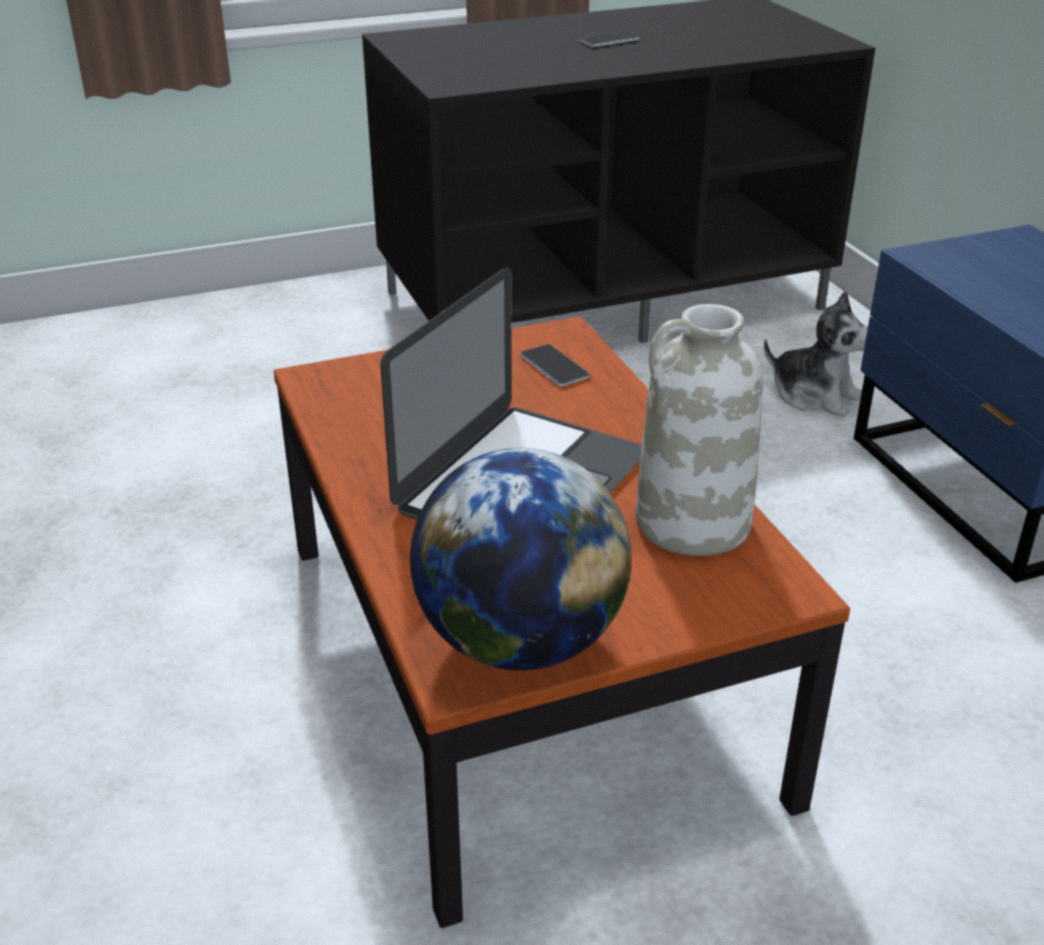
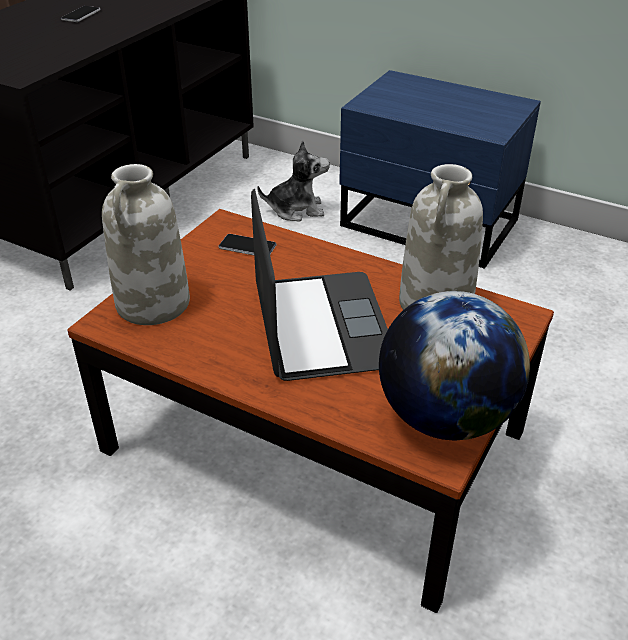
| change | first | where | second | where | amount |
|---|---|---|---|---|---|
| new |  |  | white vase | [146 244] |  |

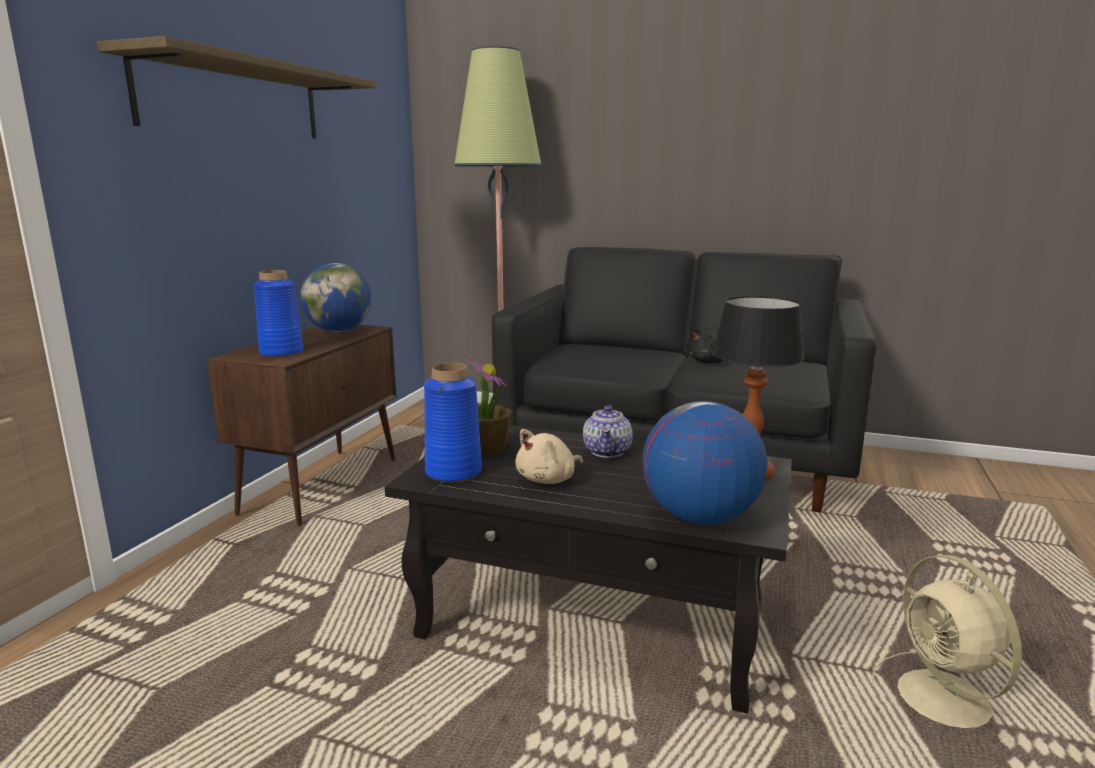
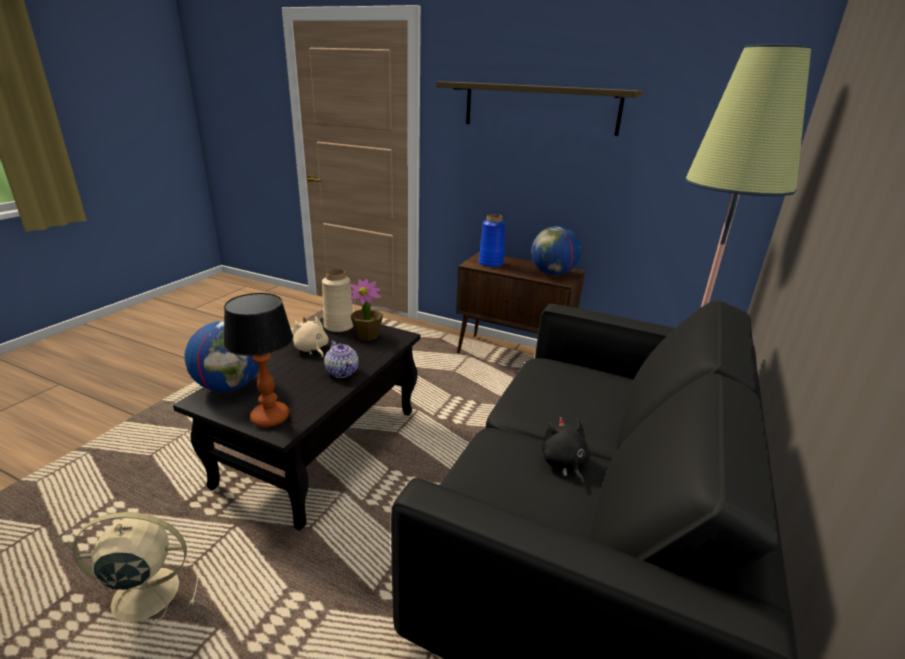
| change | first | where | second | where | amount |
|---|---|---|---|---|---|
| repainted | blue vase | [453 422] | beige vase | [337 300] |  |
| rotated | teapot | [608 431] |  | [341 359] | 135 degrees counterclockwise |

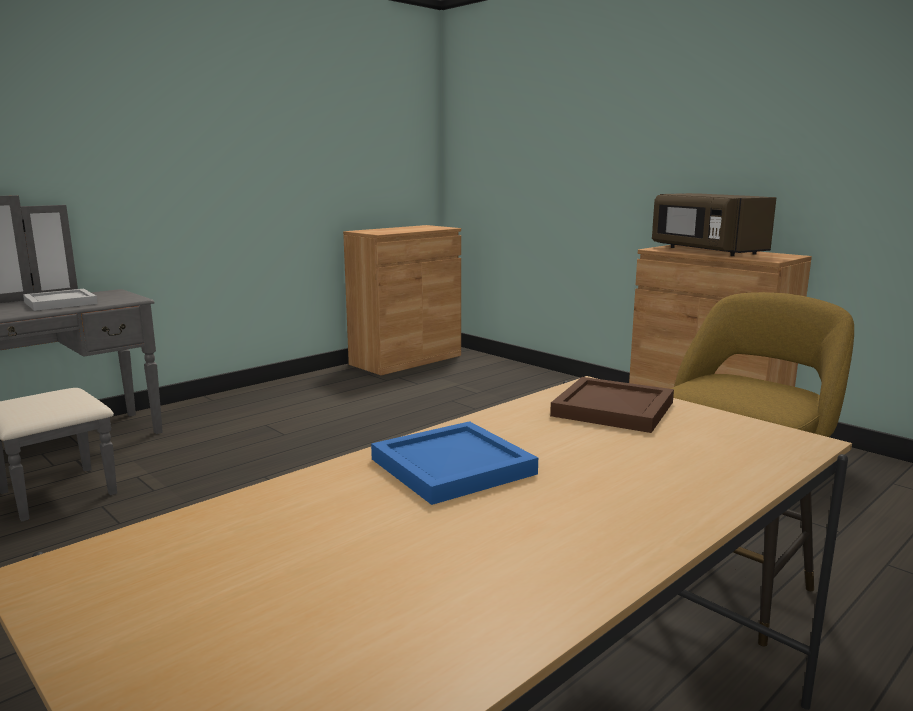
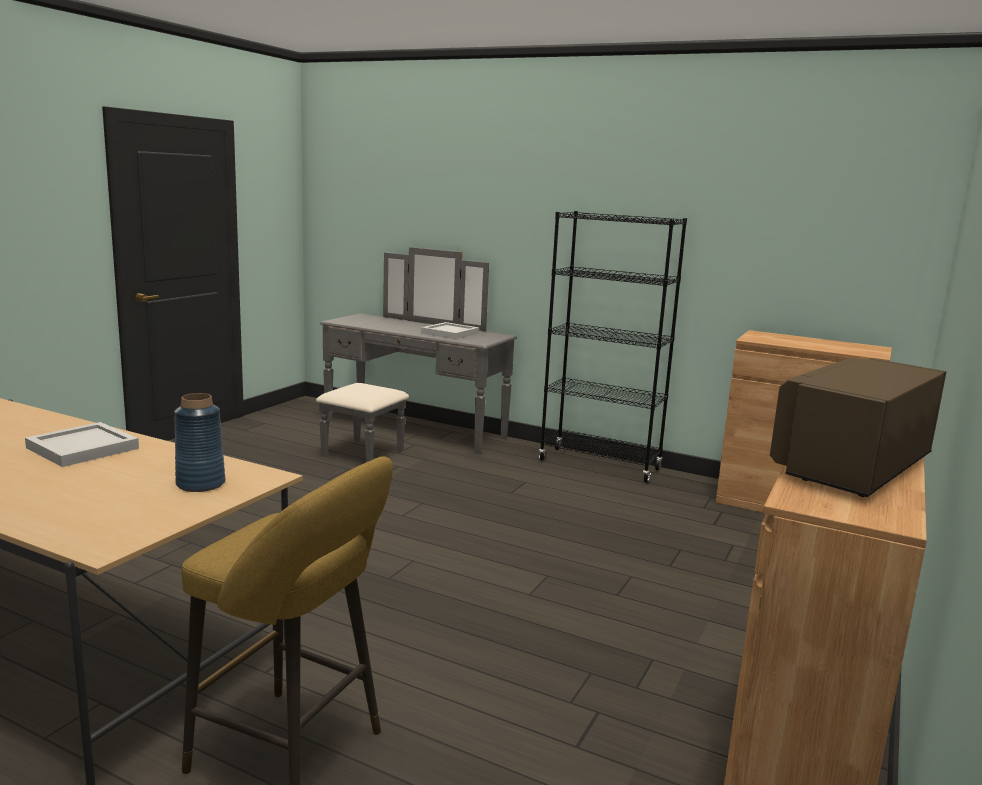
| change | first | where | second | where | amount |
|---|---|---|---|---|---|
| repainted | blue tray | [454 463] | white tray | [82 444] |  |
| swapped | brown tray | [612 405] | blue vase | [199 442] |  |
| new |  |  | black bookcase | [613 347] |  |

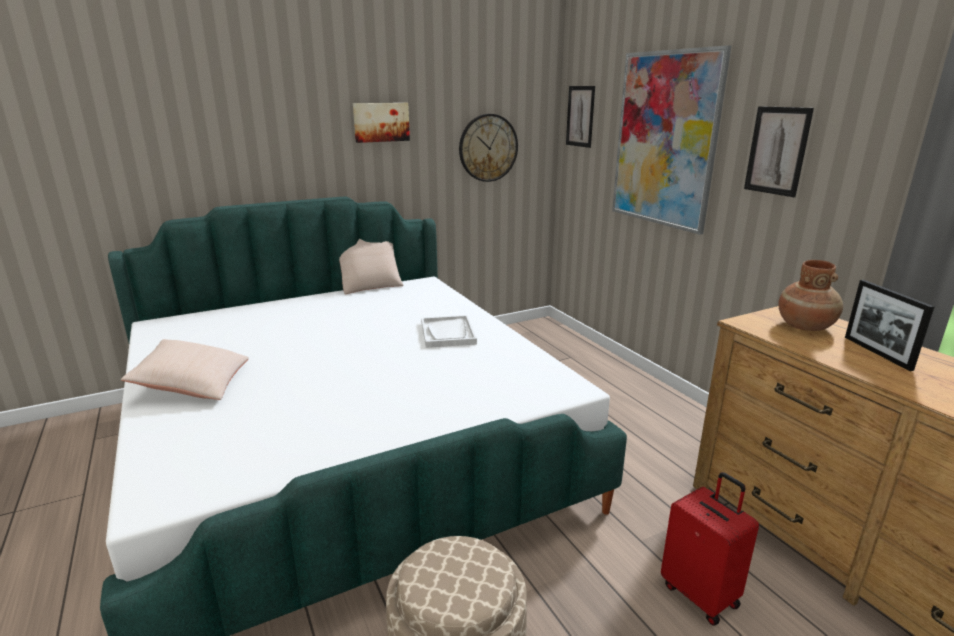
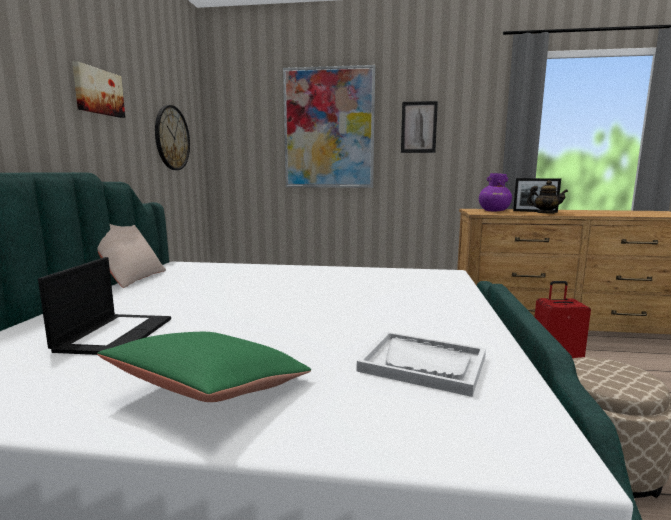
| change | first | where | second | where | amount |
|---|---|---|---|---|---|
| new |  |  | laptop | [104 306] |  |
| repainted | beige pillow | [185 369] | green pillow | [204 367] |  |
| shifted | white tray | [449 331] |  | [421 364] |  |
| repainted | brown vase | [810 295] | purple vase | [495 192] |  |
| new |  |  | teapot | [547 197] |  |
| gone | picture | [580 117] |  |  |  |

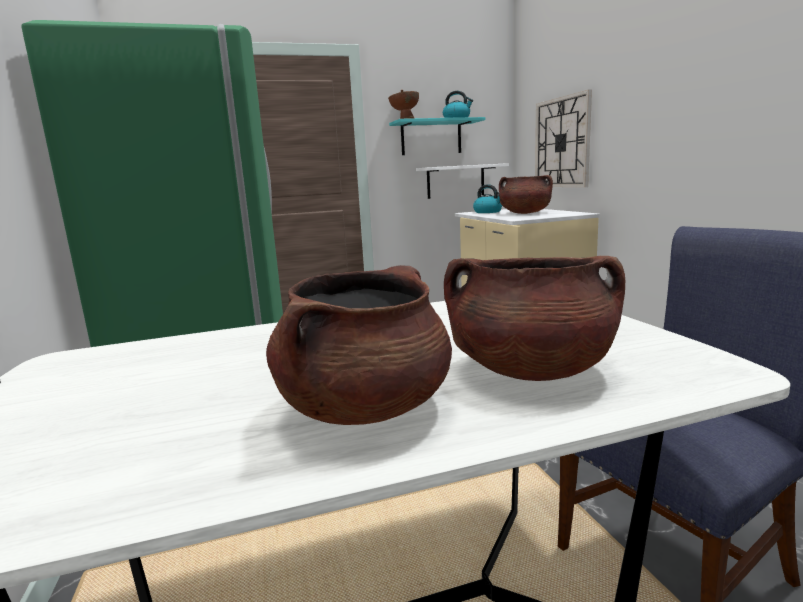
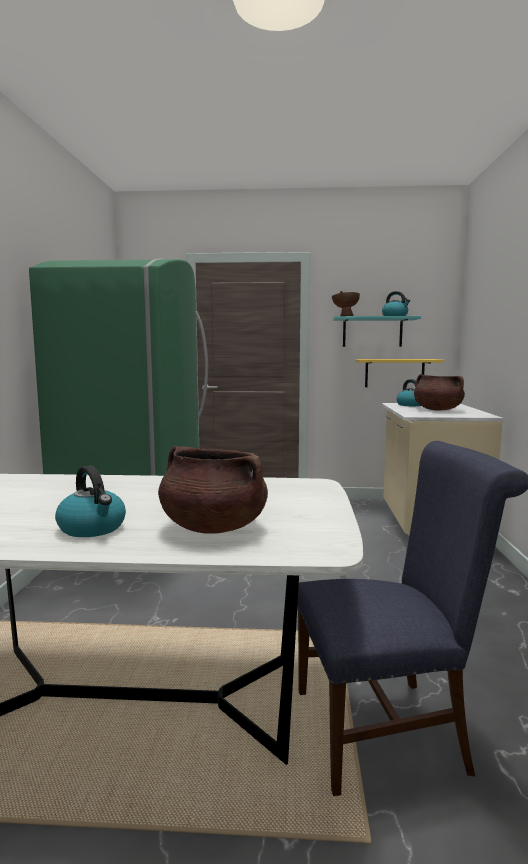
| change | first | where | second | where | amount |
|---|---|---|---|---|---|
| swapped | brown cooking pot | [359 345] | kettle | [90 501] |  |
| repainted | white shelf | [462 181] | yellow shelf | [399 373] |  |
| gone | wall clock | [563 138] |  |  |  |

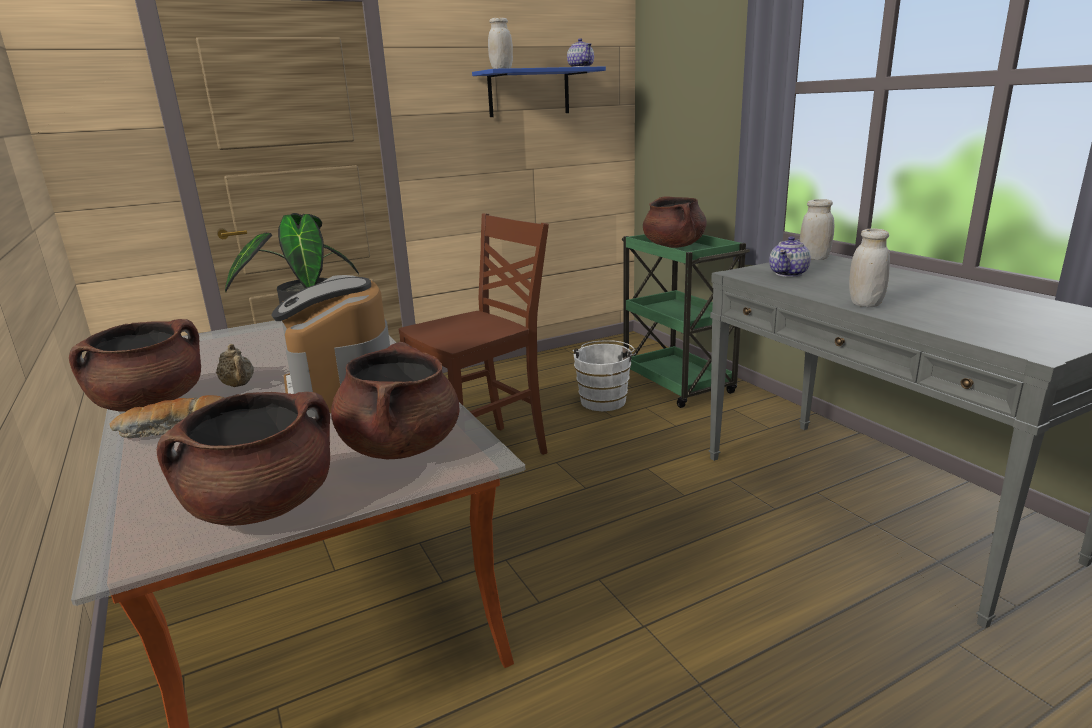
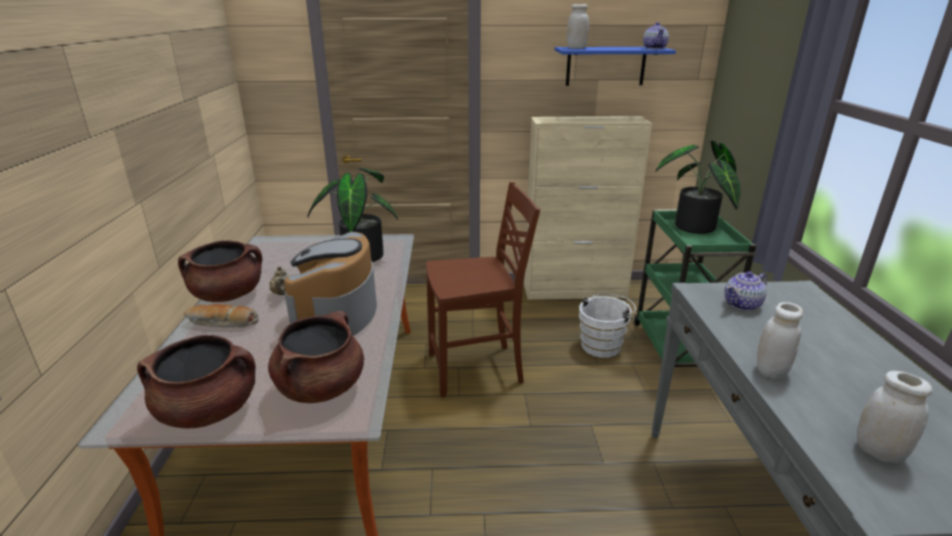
| change | first | where | second | where | amount |
|---|---|---|---|---|---|
| new |  |  | beige cabinet | [588 208] |  |
| swapped | brown cooking pot | [675 222] | potted plant | [698 187] |  |
| shifted | white jar | [817 229] |  | [895 417] |  |

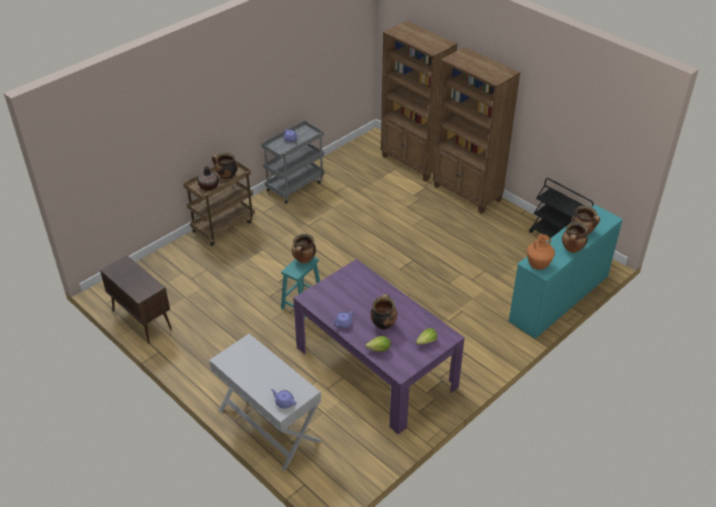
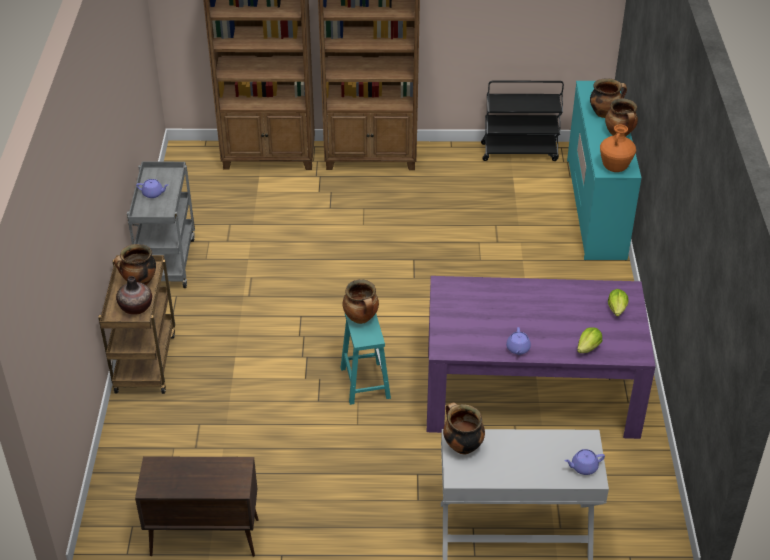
| change | first | where | second | where | amount |
|---|---|---|---|---|---|
| shifted | cooking pot | [383 312] |  | [464 428] |  |

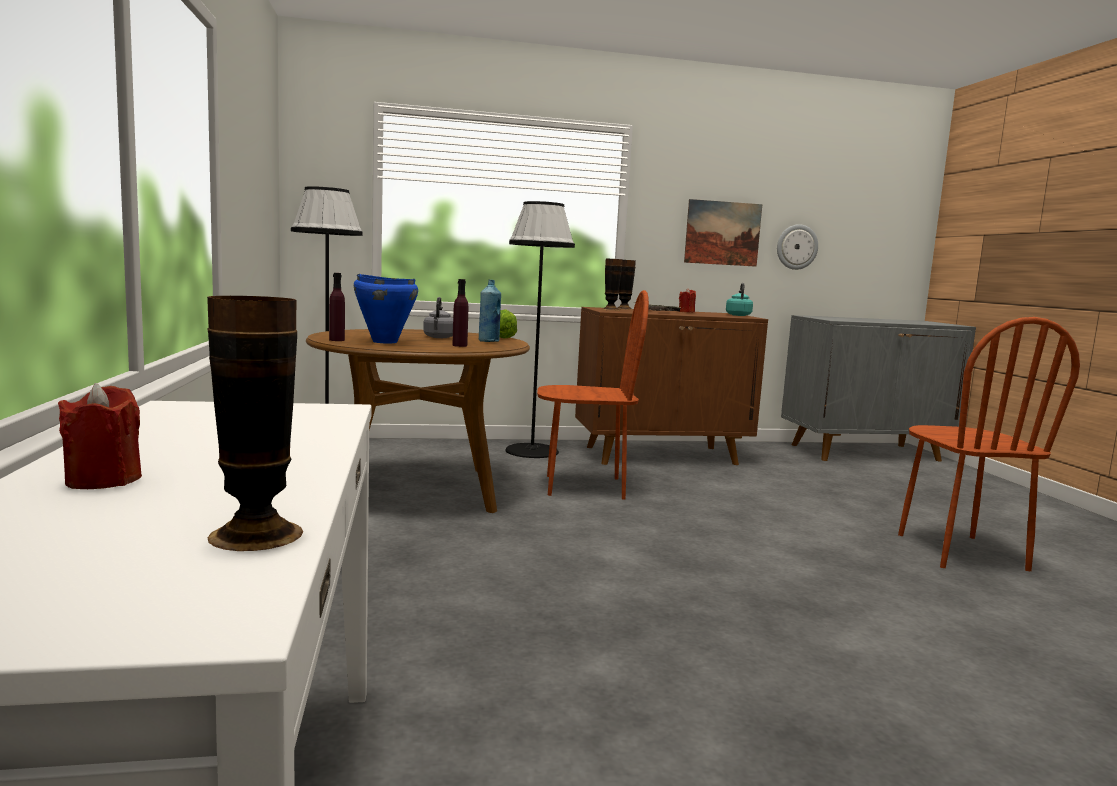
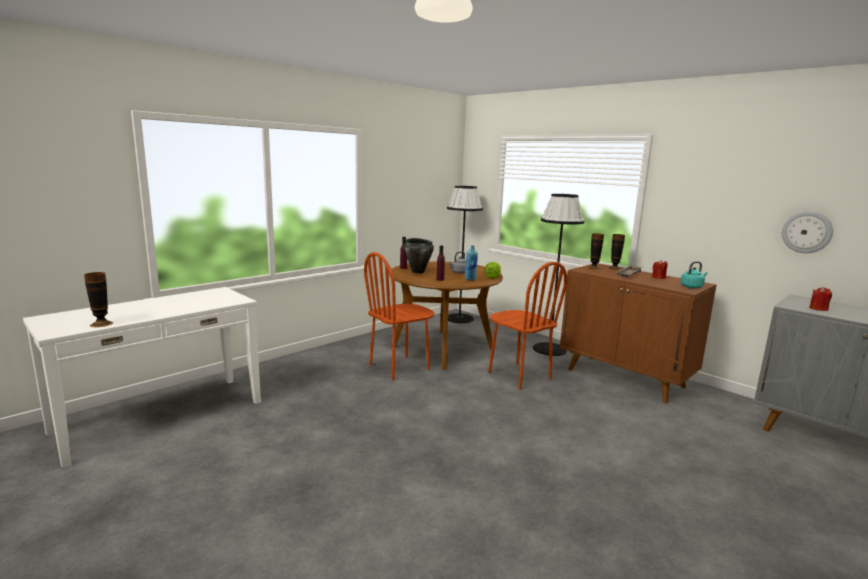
| change | first | where | second | where | amount |
|---|---|---|---|---|---|
| shifted | brown chair | [989 444] |  | [399 316] |  |
| repainted | blue cooking pot | [386 308] | black cooking pot | [419 255] |  |
| shifted | red candle | [100 436] |  | [820 299] |  |
| gone | picture | [723 233] |  |  |  |

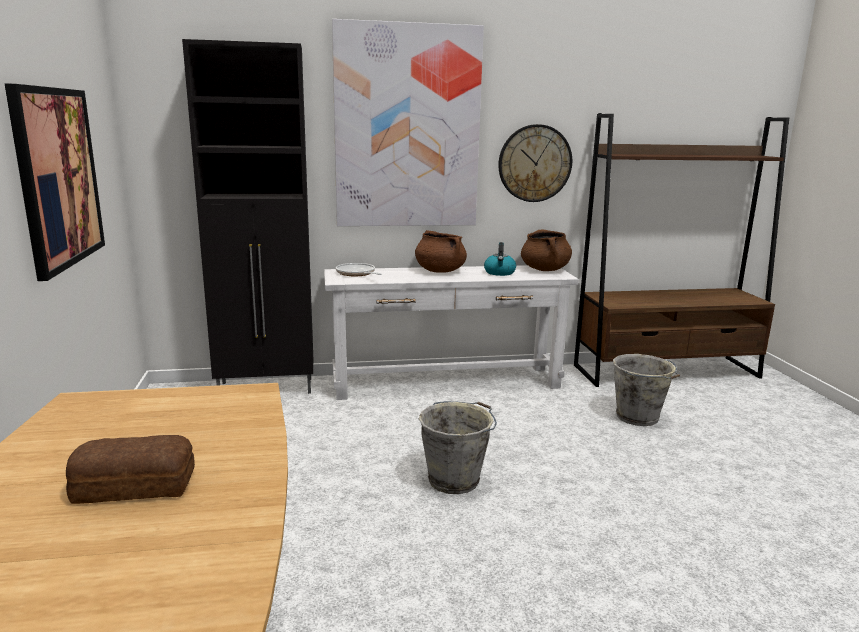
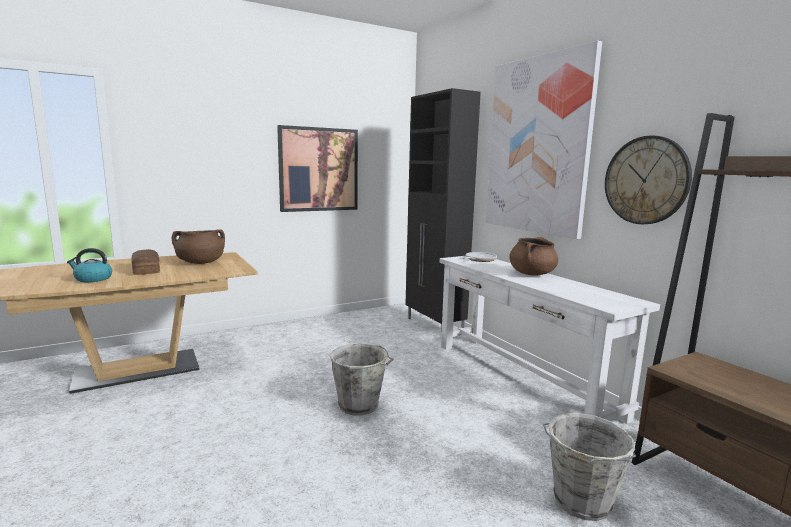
| change | first | where | second | where | amount |
|---|---|---|---|---|---|
| shifted | kettle | [500 259] |  | [89 265] |  |
| shifted | brown cooking pot | [546 250] |  | [198 246] |  |

